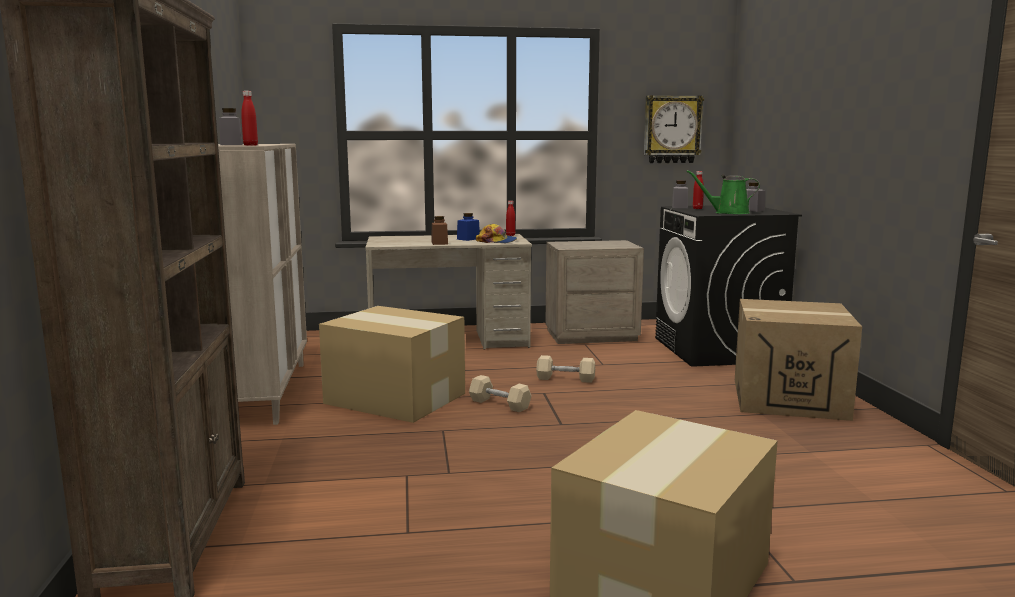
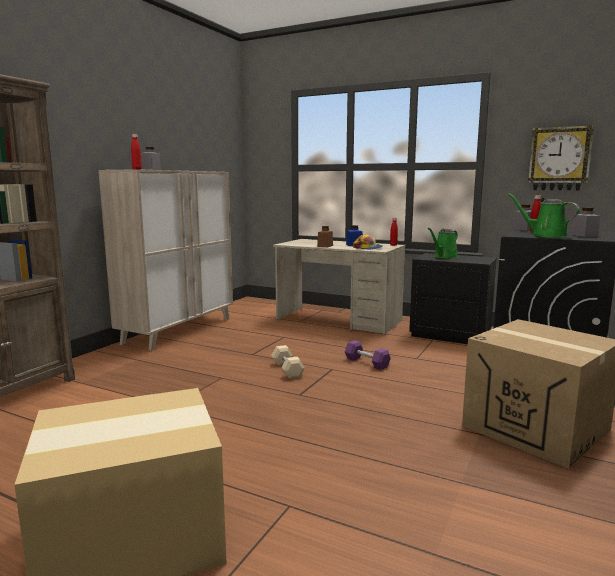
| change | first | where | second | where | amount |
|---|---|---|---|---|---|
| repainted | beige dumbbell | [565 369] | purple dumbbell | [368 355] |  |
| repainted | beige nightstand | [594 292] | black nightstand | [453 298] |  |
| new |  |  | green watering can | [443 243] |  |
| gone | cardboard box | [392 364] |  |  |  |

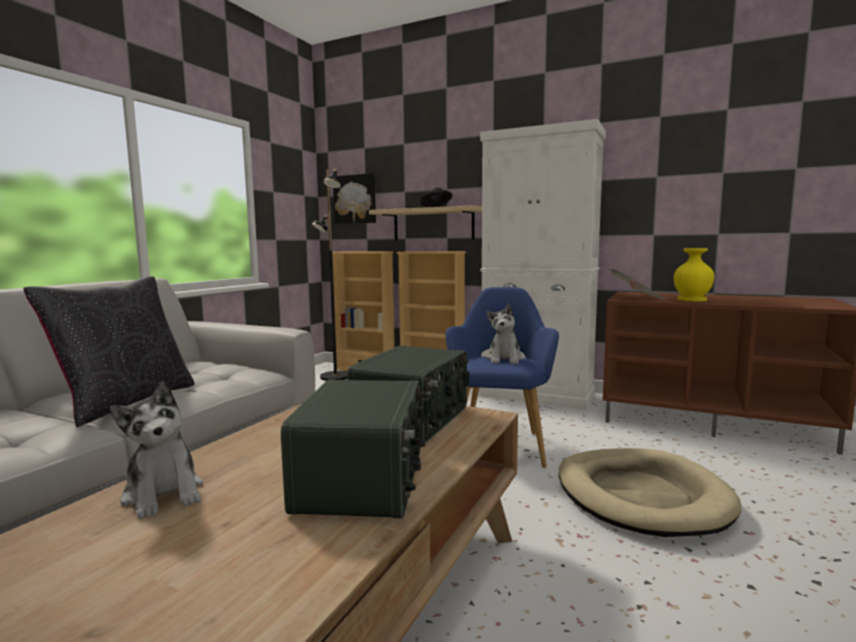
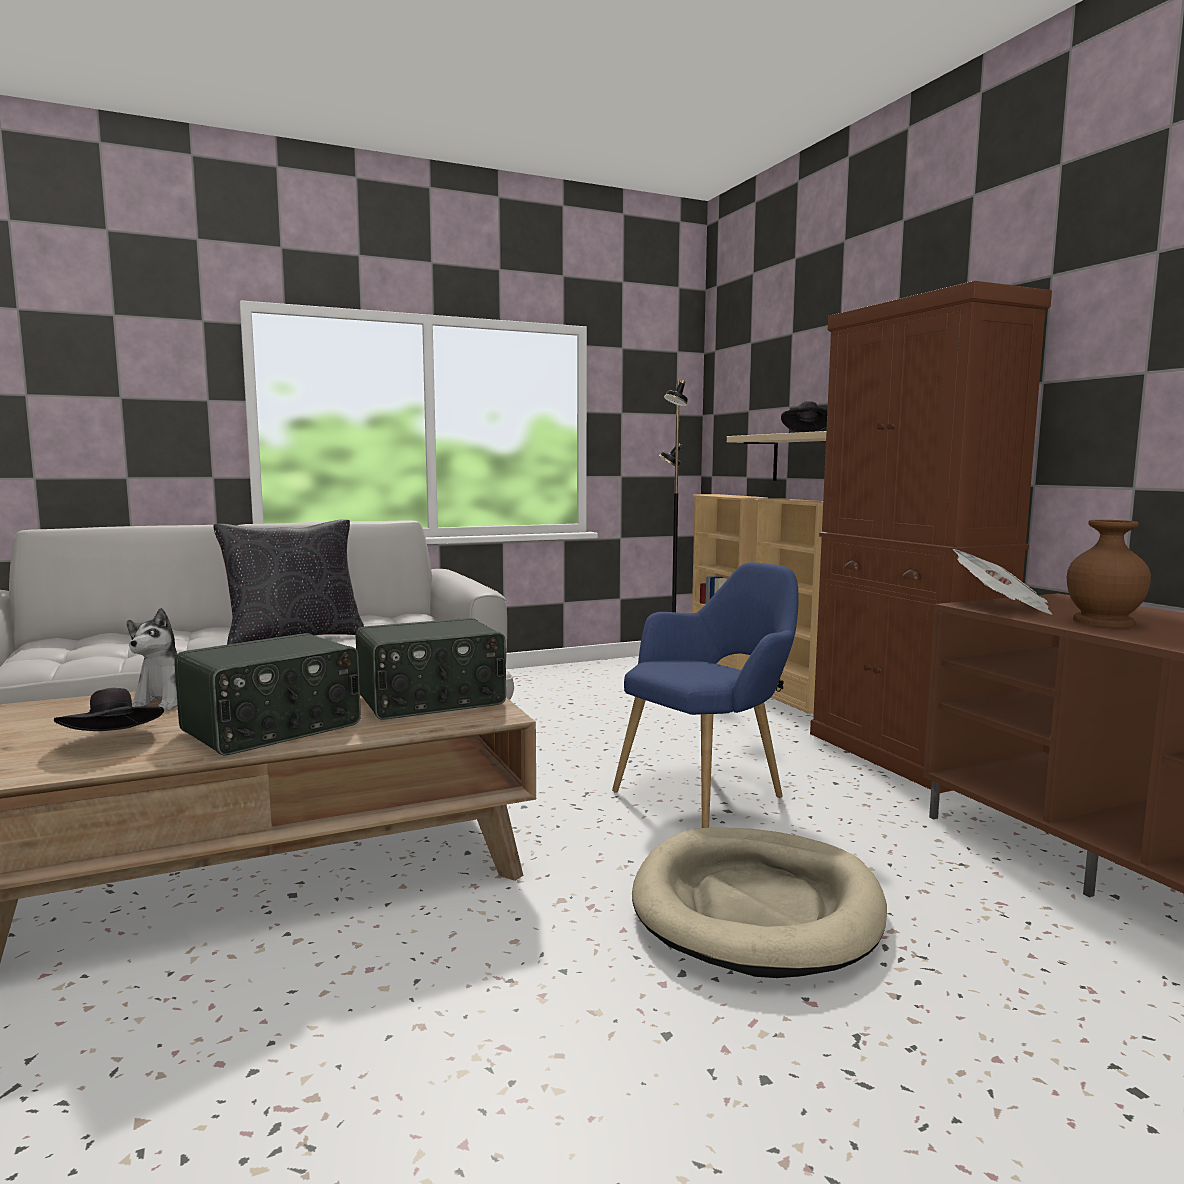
| change | first | where | second | where | amount |
|---|---|---|---|---|---|
| new |  |  | black hat | [109 709] |  |
| repainted | white cabinet | [542 264] | brown cabinet | [931 537] |  |
| repainted | yellow vase | [694 274] | brown vase | [1109 573] |  |
| gone | picture | [354 198] |  |  |  |
| gone | plush toy | [504 334] |  |  |  |

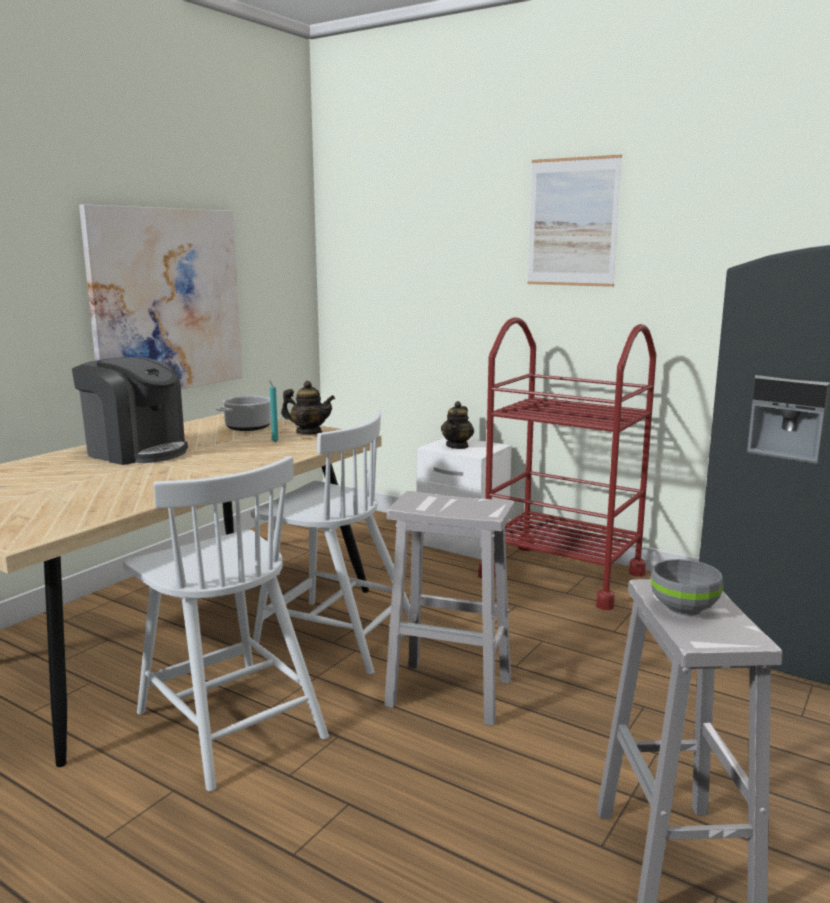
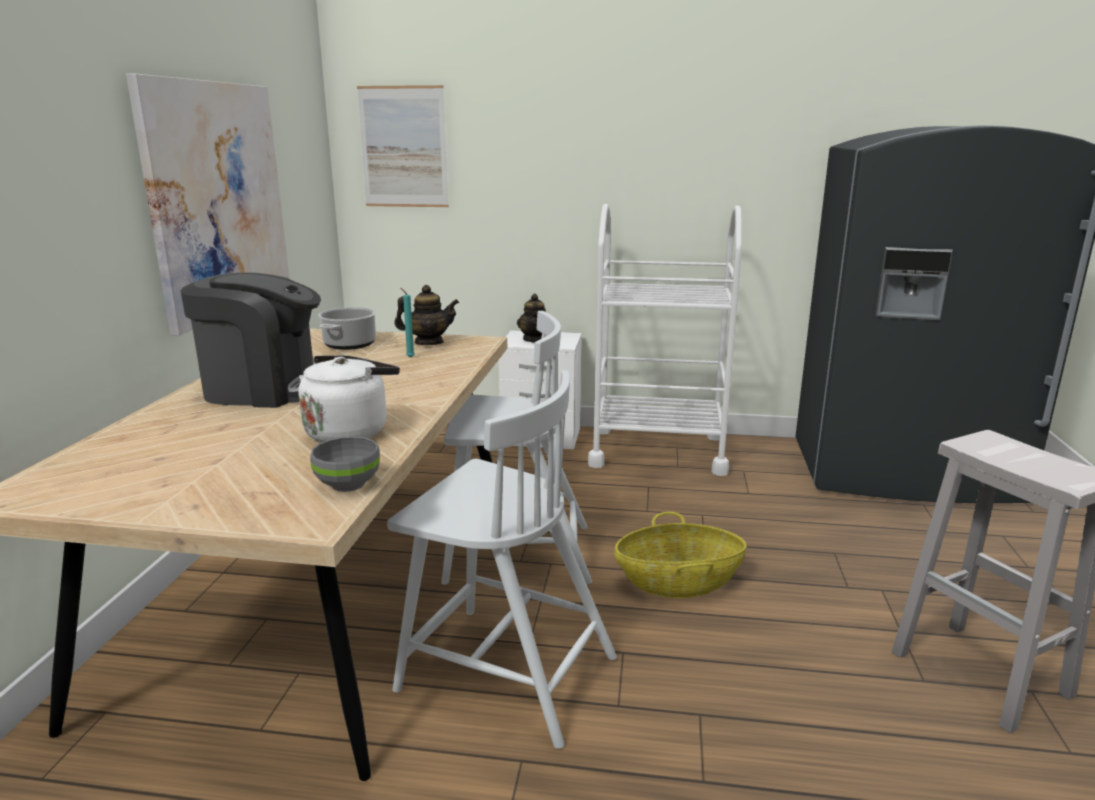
| change | first | where | second | where | amount |
|---|---|---|---|---|---|
| new |  |  | white kettle | [349 398] |  |
| shifted | grey bowl | [687 587] |  | [345 464] |  |
| shifted | picture | [575 220] |  | [403 146] |  |
| repainted | red cart | [567 463] | white cart | [665 340] |  |
| swapped | white stool | [449 608] | basket | [680 555] |  |

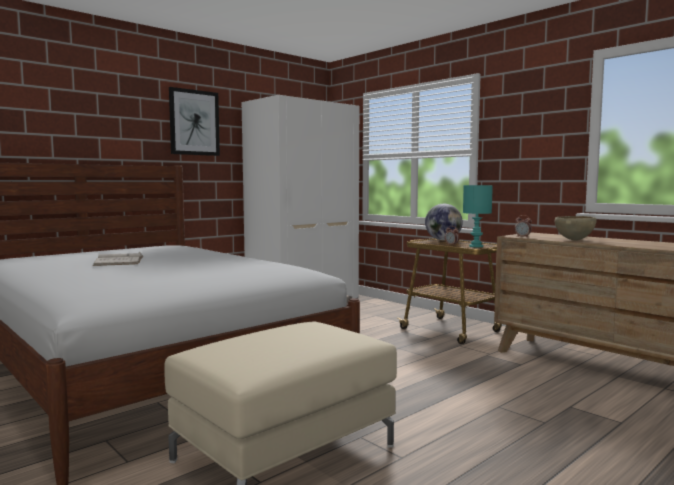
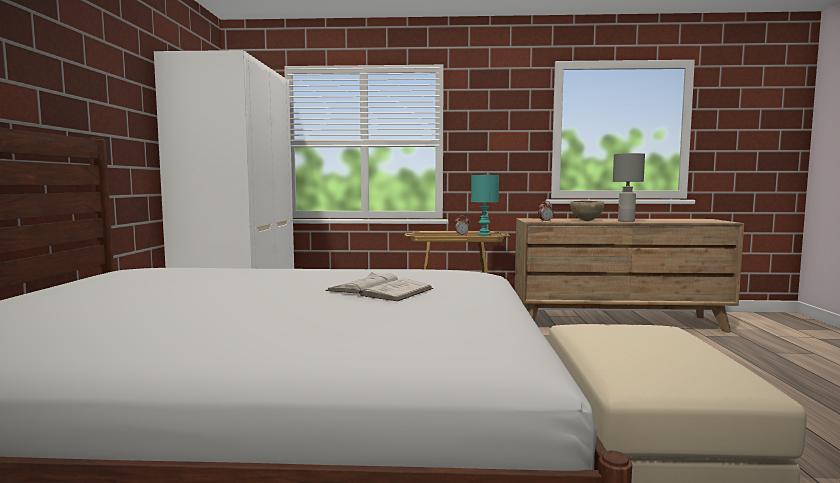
| change | first | where | second | where | amount |
|---|---|---|---|---|---|
| shifted | white book | [118 259] |  | [379 286] |  |
| new |  |  | grey table lamp | [629 187] |  |
| gone | picture | [194 121] |  |  |  |
| gone | globe | [444 222] |  |  |  |

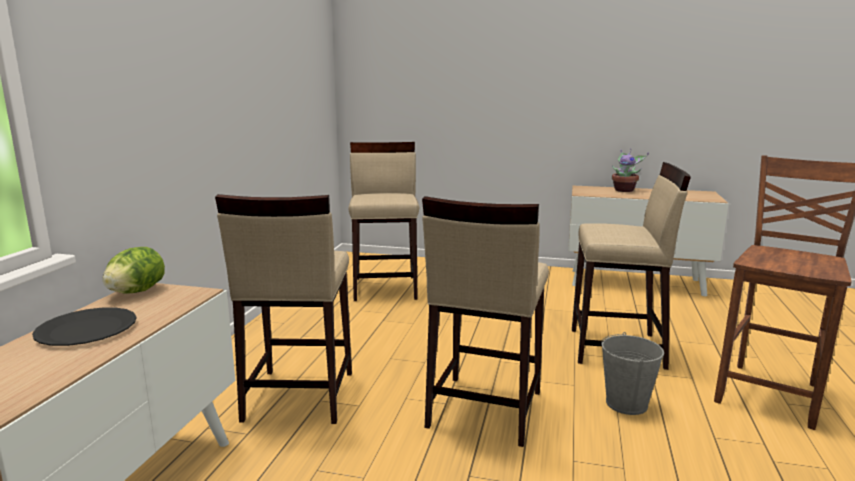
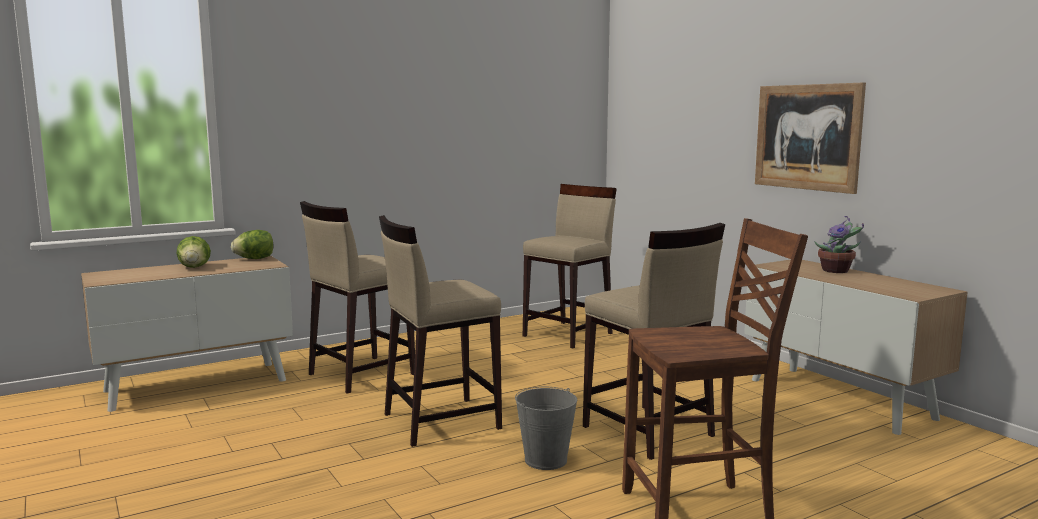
| change | first | where | second | where | amount |
|---|---|---|---|---|---|
| swapped | black plate | [84 327] | lettuce | [193 252] |  |
| new |  |  | picture | [810 138] |  |

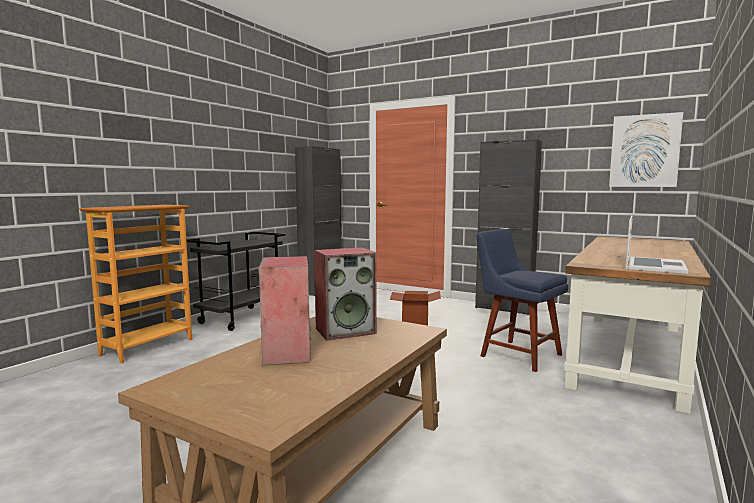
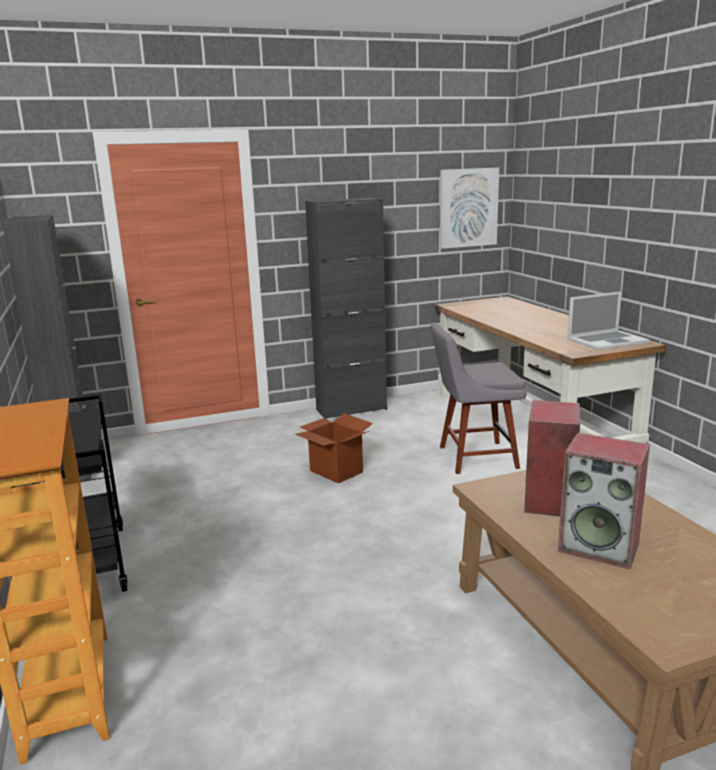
| change | first | where | second | where | amount |
|---|---|---|---|---|---|
| repainted | blue chair | [522 300] | grey chair | [479 398] |  |
| rotated | laptop | [657 244] |  | [608 320] | 90 degrees clockwise |

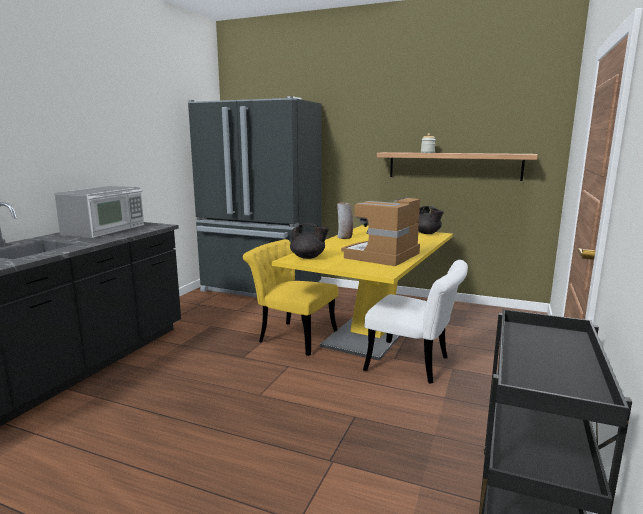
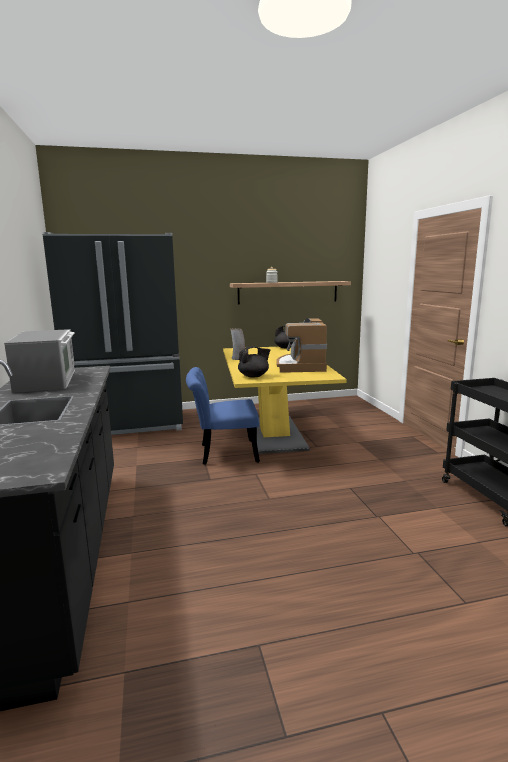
| change | first | where | second | where | amount |
|---|---|---|---|---|---|
| repainted | yellow chair | [290 297] | blue chair | [223 416] |  |
| gone | white chair | [415 322] |  |  |  |

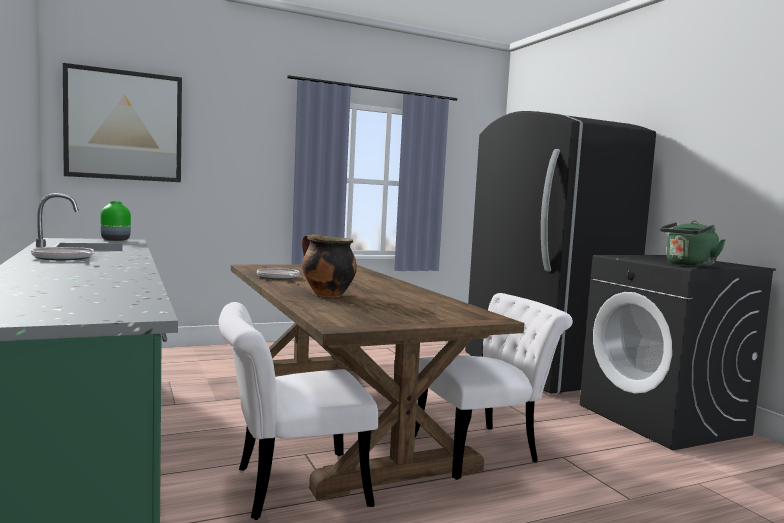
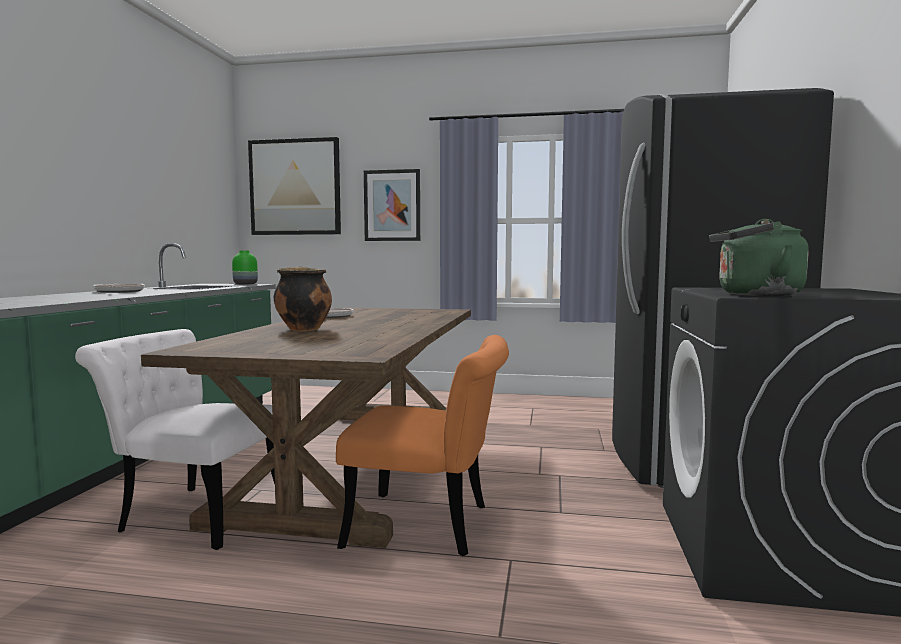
| change | first | where | second | where | amount |
|---|---|---|---|---|---|
| repainted | white chair | [494 386] | orange chair | [422 445] |  |
| new |  |  | picture | [392 205] |  |

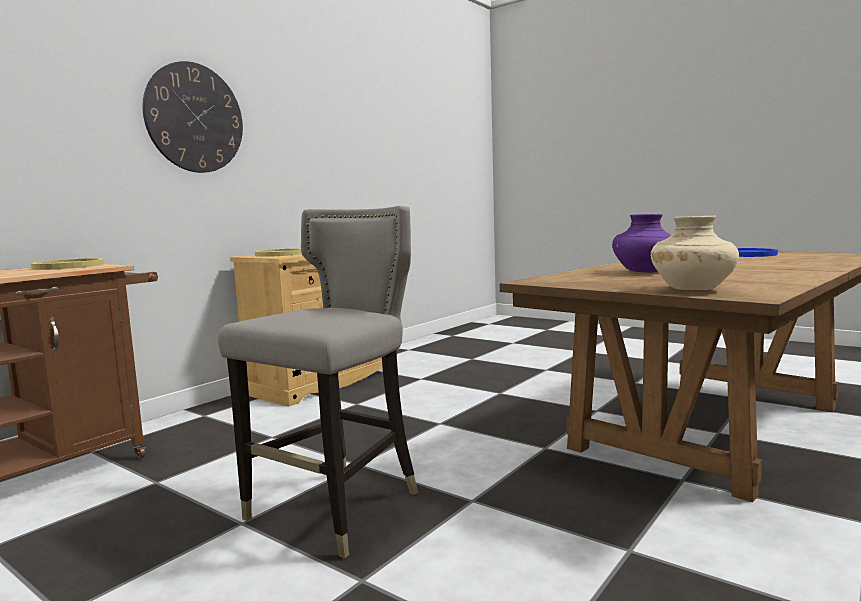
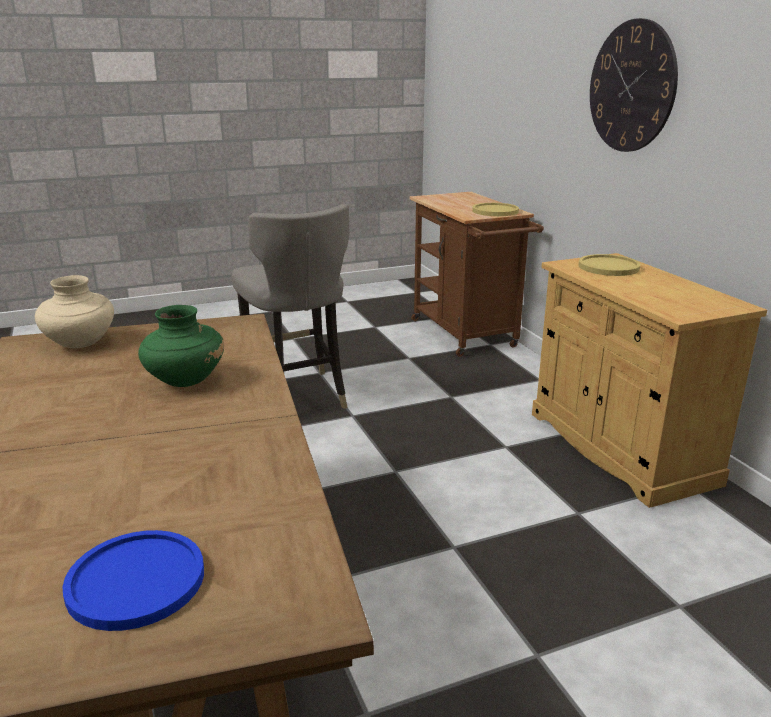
| change | first | where | second | where | amount |
|---|---|---|---|---|---|
| repainted | purple vase | [641 243] | green vase | [181 346] |  |

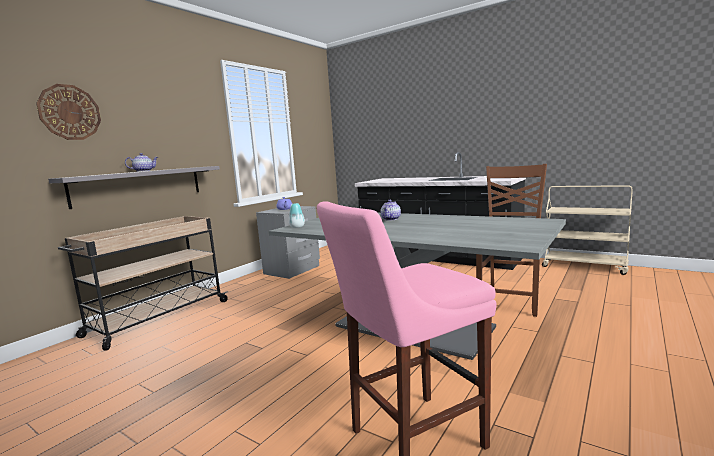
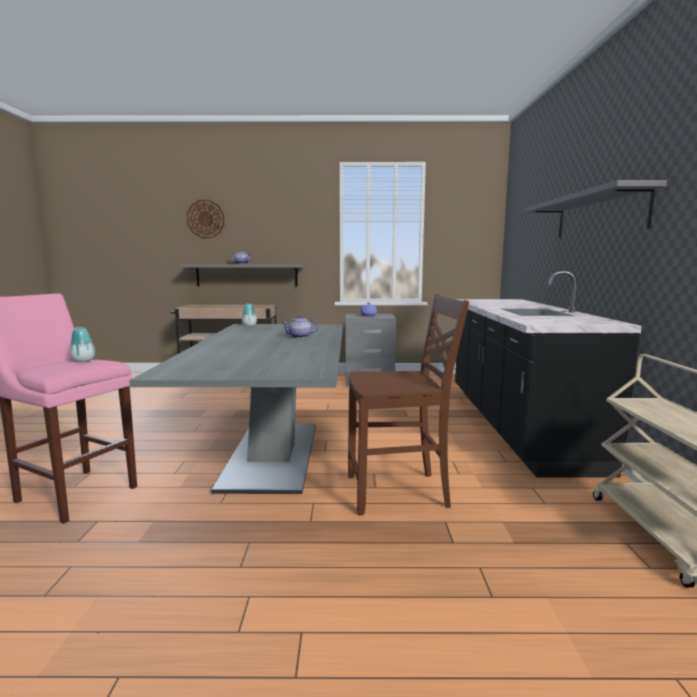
| change | first | where | second | where | amount |
|---|---|---|---|---|---|
| new |  |  | vase | [82 344] |  |
| new |  |  | grey shelf | [596 209] |  |

